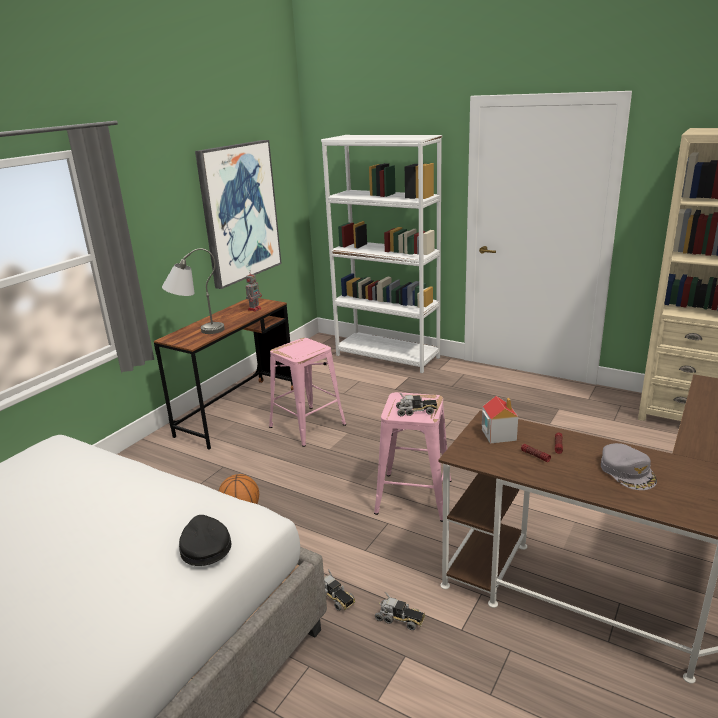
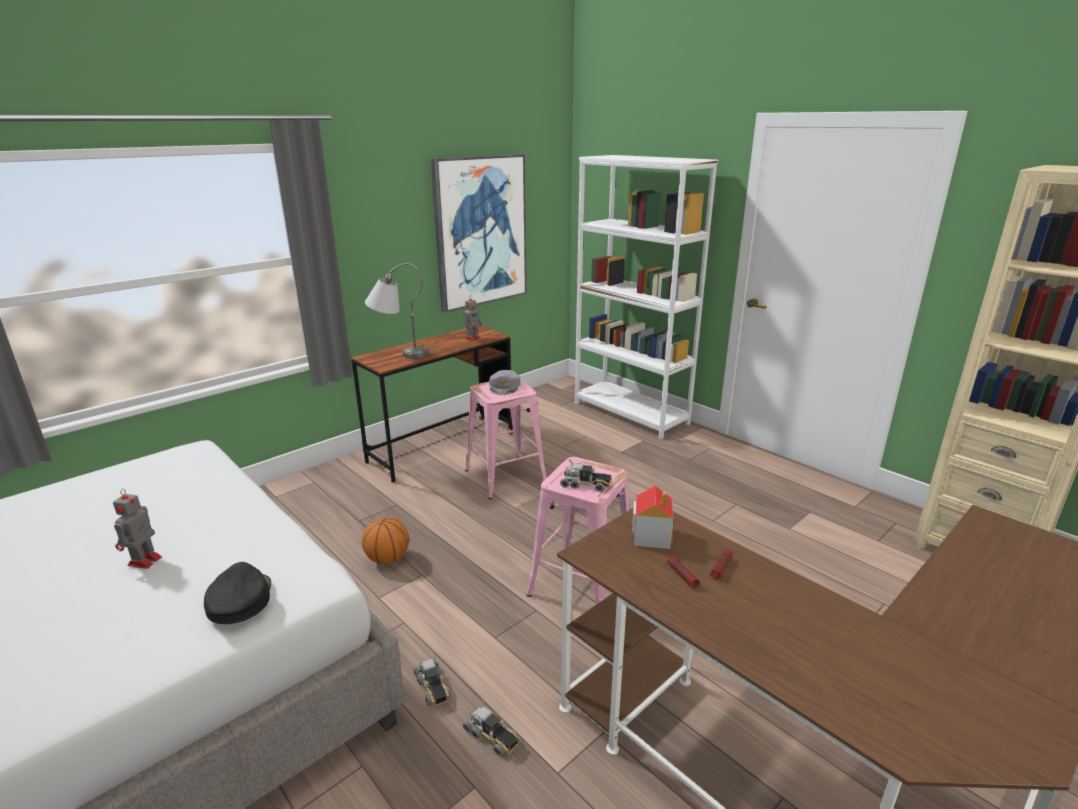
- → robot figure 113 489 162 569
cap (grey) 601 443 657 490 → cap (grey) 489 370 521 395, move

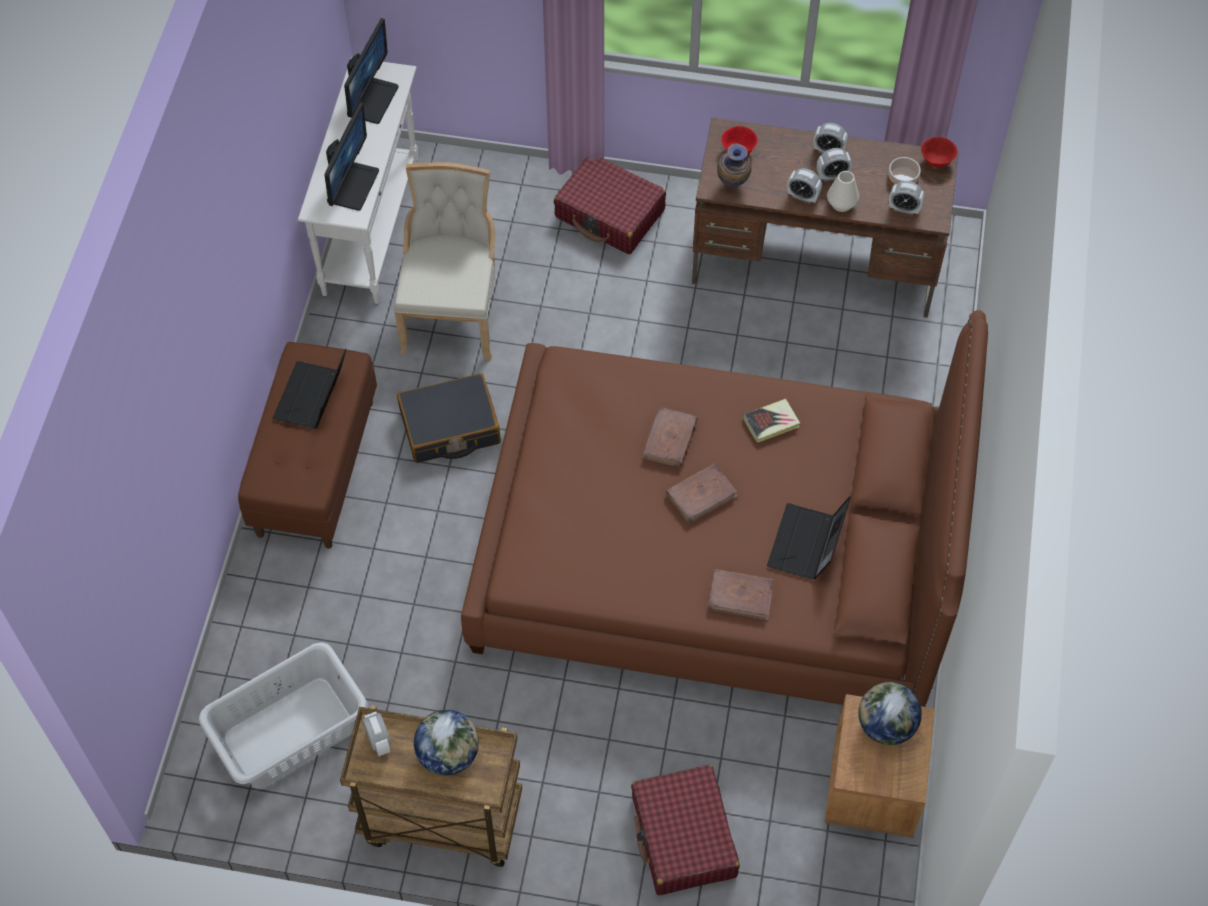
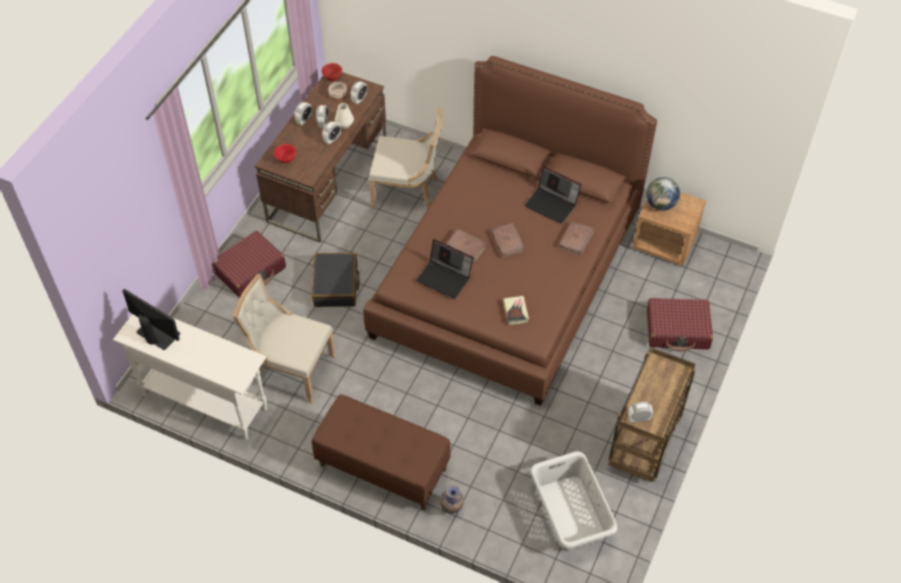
piece of luggage (black-coloured) 397 373 501 463 → piece of luggage (black-coloured) 312 253 360 307, move
- → plain chair (beige-coloured) 369 108 442 209
notebook computer 273 349 346 429 → notebook computer 416 239 473 299, move
decorative vase 717 143 752 187 → decorative vase 440 486 464 514, move
book 743 398 800 443 → book 503 296 529 325, move
computer display 324 102 379 211 → -
desk globe 414 710 479 775 → -

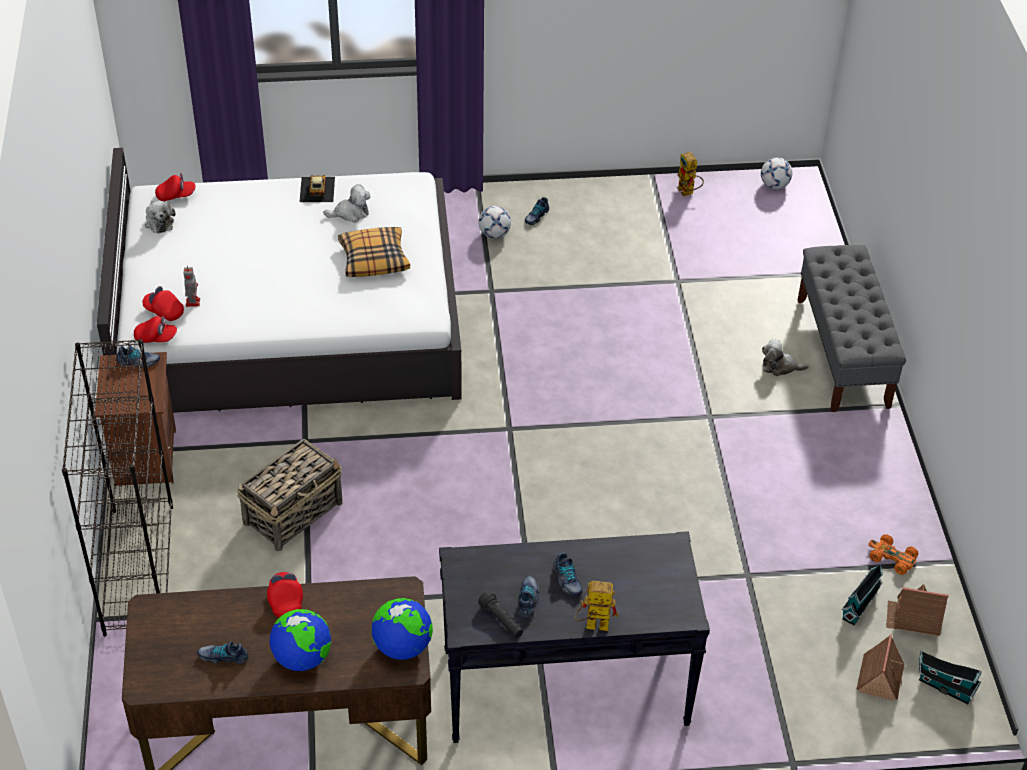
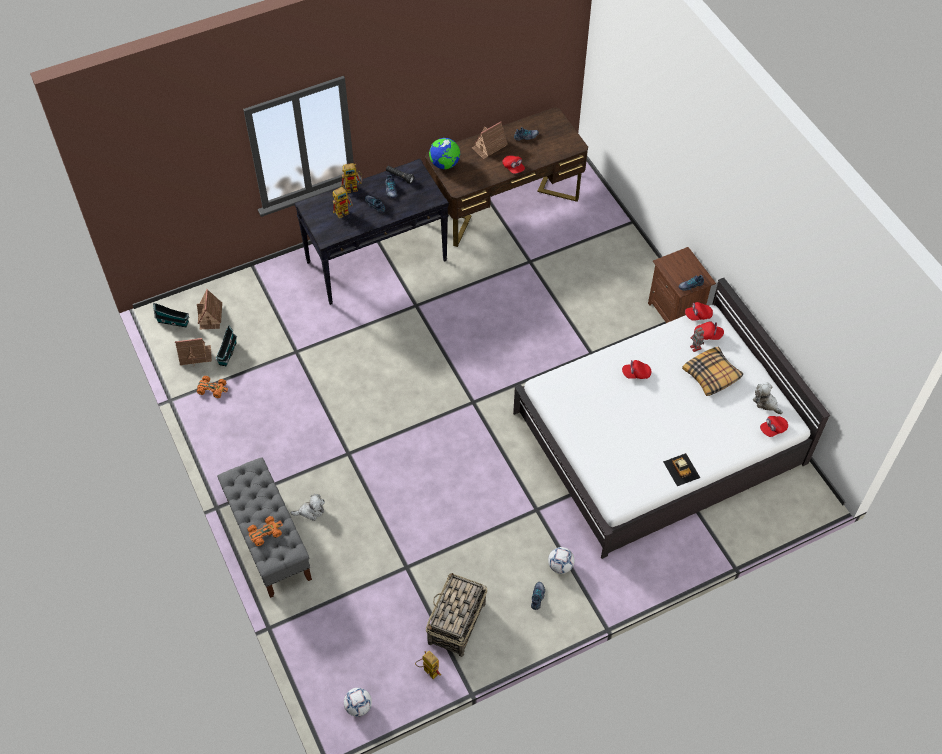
- → toy car (orangey) 248 516 283 546
- → robot figure 332 187 353 219
household basket 237 439 343 551 → household basket 426 573 487 657, move
desk globe 269 609 331 671 → toy house 472 121 508 159
- → cap (red) 622 360 651 379
pillow 338 227 410 277 → pillow 682 346 743 396, move
bookshelf (black-coloured) 62 339 173 637 → -
plush toy 323 184 371 223 → -

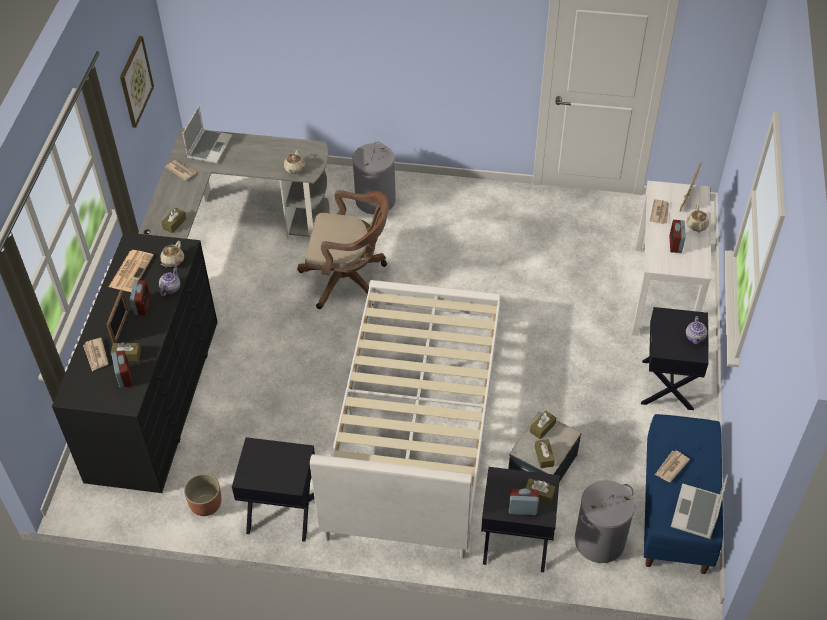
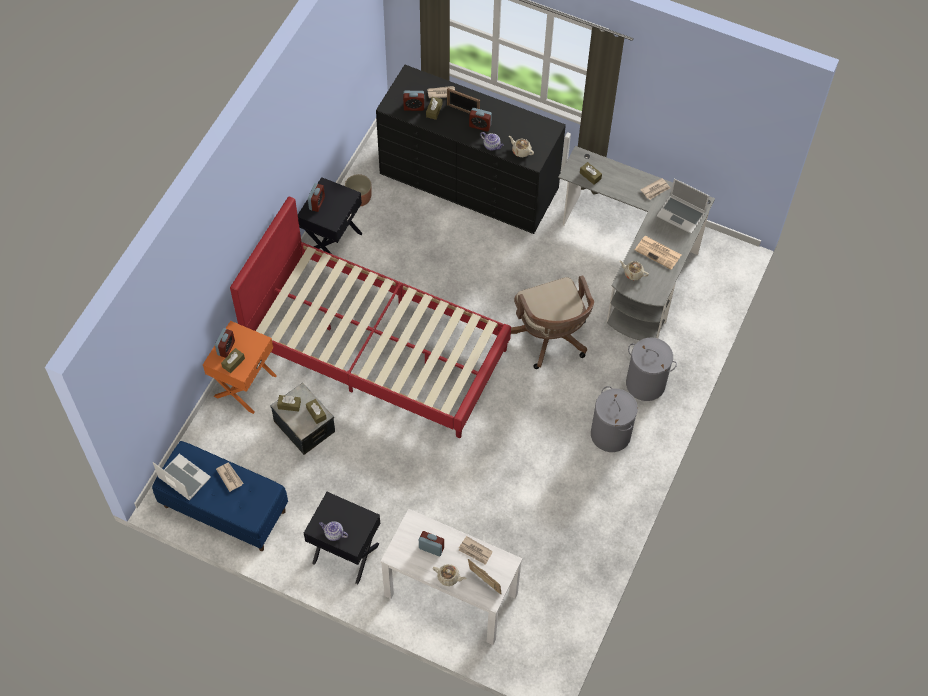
night table (black-coloured) 481 467 560 572 → night table (orangey) 203 321 277 414
bedroom bed (white) 310 280 501 558 → bedroom bed (red) 230 196 511 438
- → table clock 308 183 325 212
office chair (brown-coloured) 297 190 389 309 → office chair (brown-coloured) 511 275 594 369, 45 degrees counterclockwise
laundry basket (grey) 575 480 635 563 → laundry basket (grey) 591 386 638 452, move
newspaper 109 250 154 292 → newspaper 635 236 681 270, move
wall art 120 36 154 128 → -

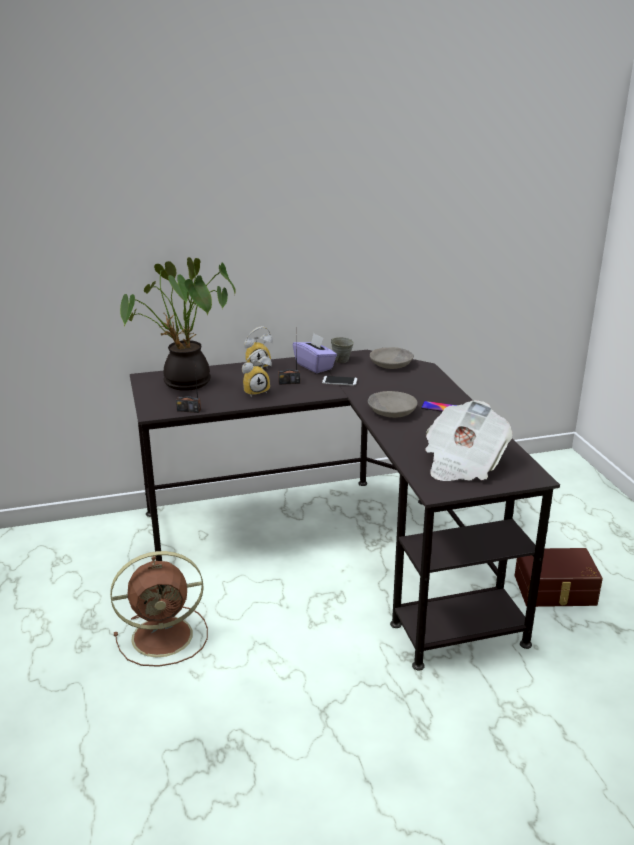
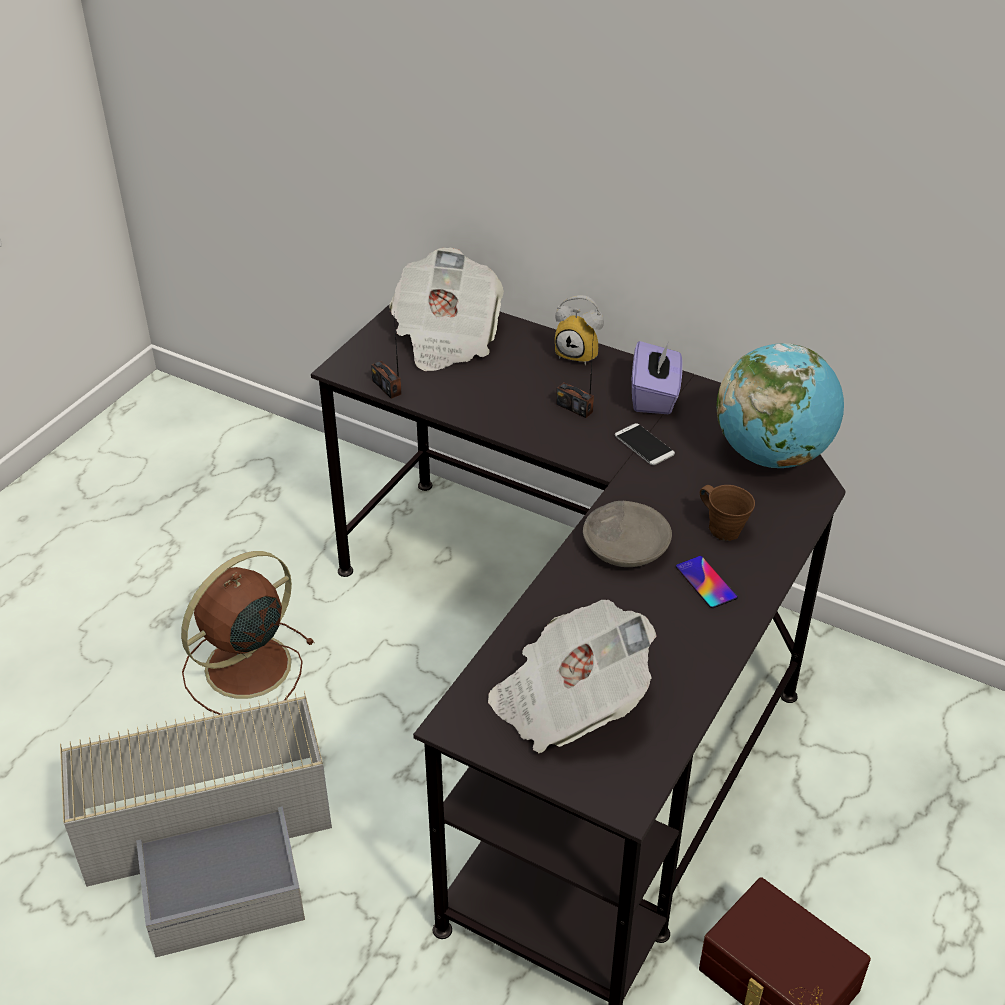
- → storage box (grey) 60 690 332 957
fan (brown-coloured) 110 551 208 667 → fan (brown-coloured) 181 551 315 715, 105 degrees clockwise
plant in a pot 120 257 236 391 → newspaper 389 248 504 371
- → tea mug (brown-coloured) 700 485 755 541
bowl (grey) 370 347 414 369 → desk globe 717 343 844 468
table clock 242 349 272 397 → -
tea mug (grey) 331 337 354 363 → -

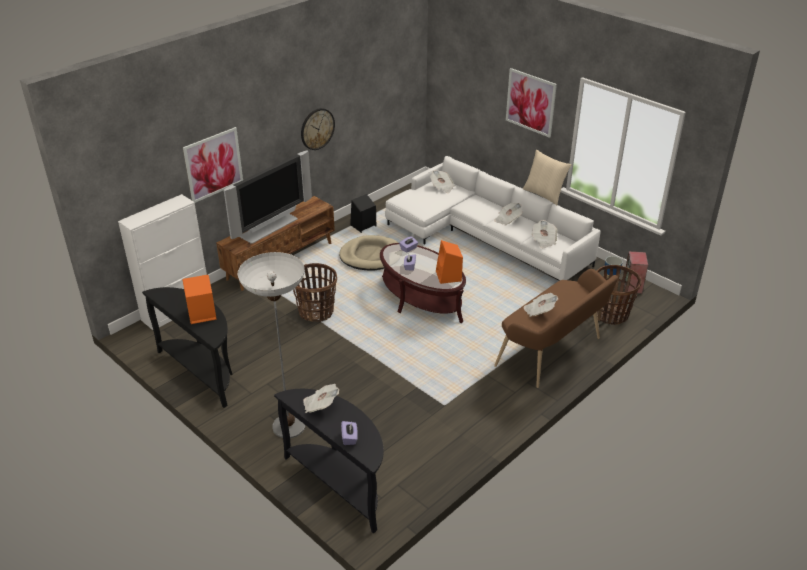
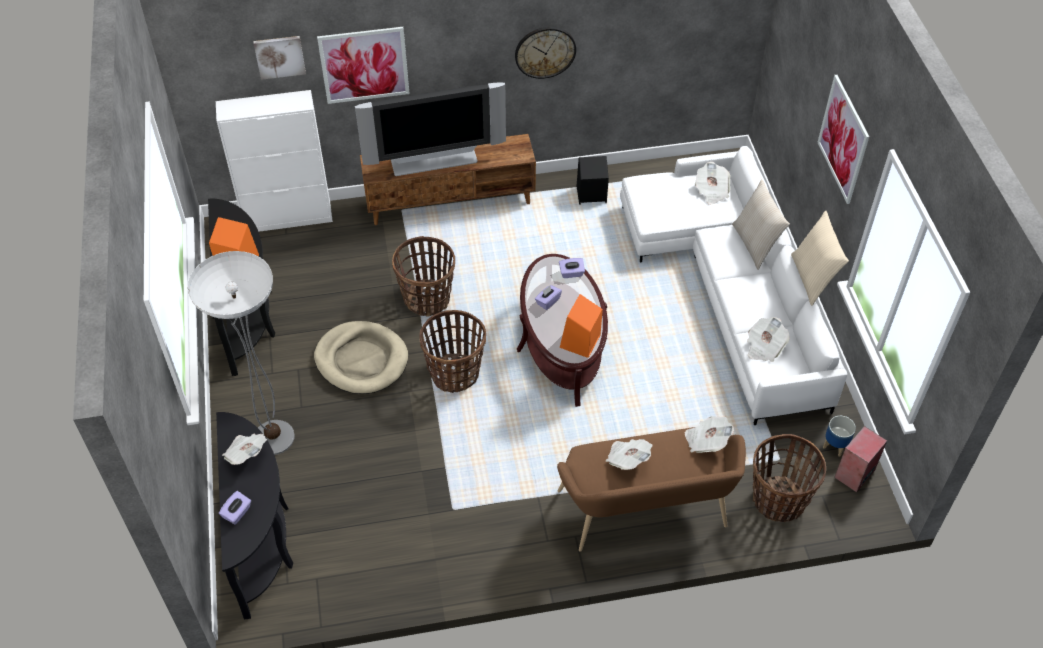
- → wall art 253 36 306 80
dog bed (beige-coloured) 339 235 398 270 → dog bed (beige-coloured) 314 321 408 394, move
- → household basket 419 310 486 393
newspaper 494 203 522 225 → newspaper 684 416 734 453, move
- → pillow (beige-coloured) 732 179 790 270

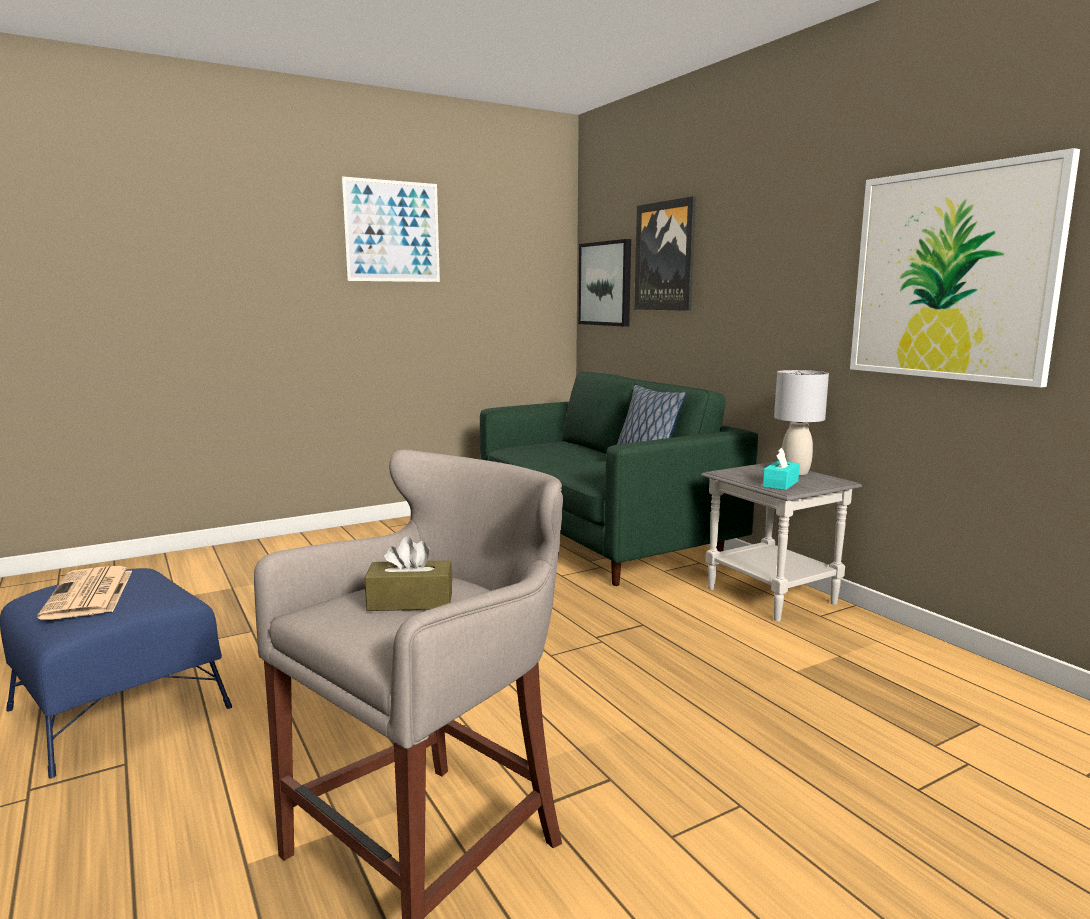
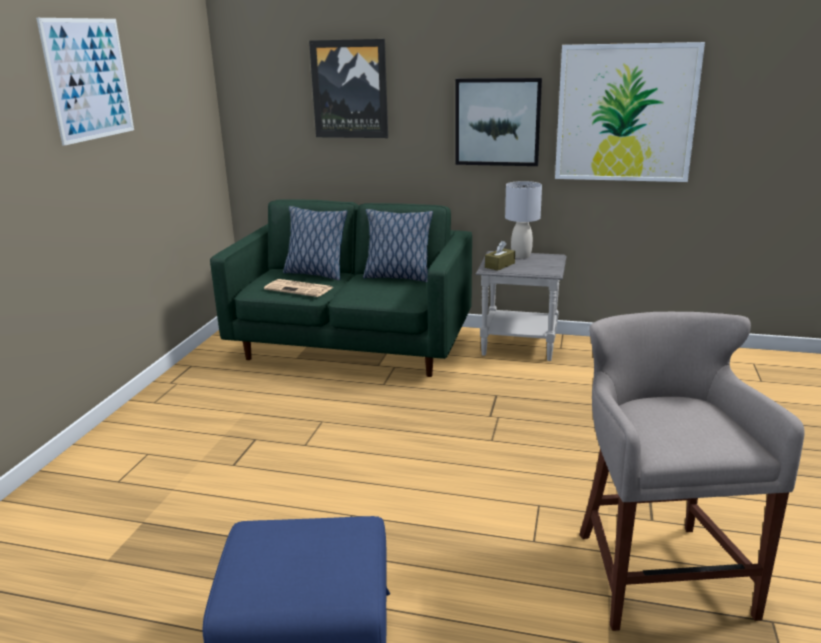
newspaper 37 566 132 620 → newspaper 264 279 333 297, move
- → pillow 283 206 348 280
wall art 578 239 631 326 → wall art 455 78 542 166, move
tissue holder (brown-coloured) 365 536 453 611 → tissue holder (brown-coloured) 485 241 515 271, move
tissue holder (blue-green) 763 448 800 490 → -

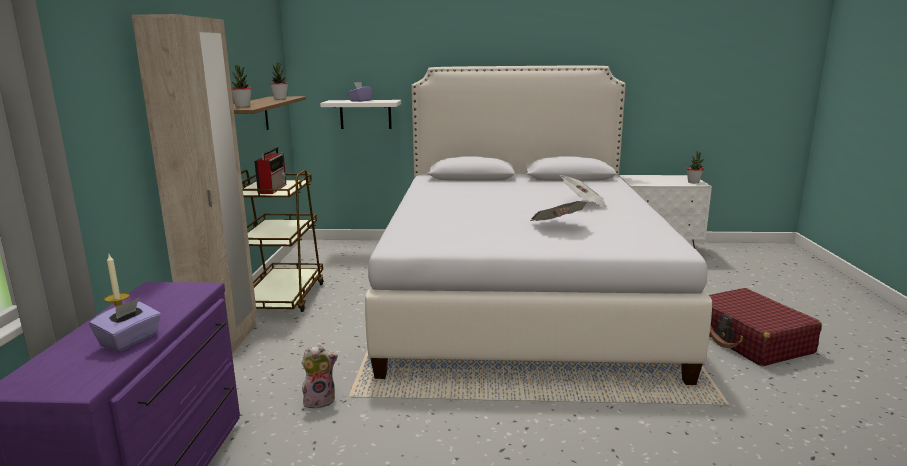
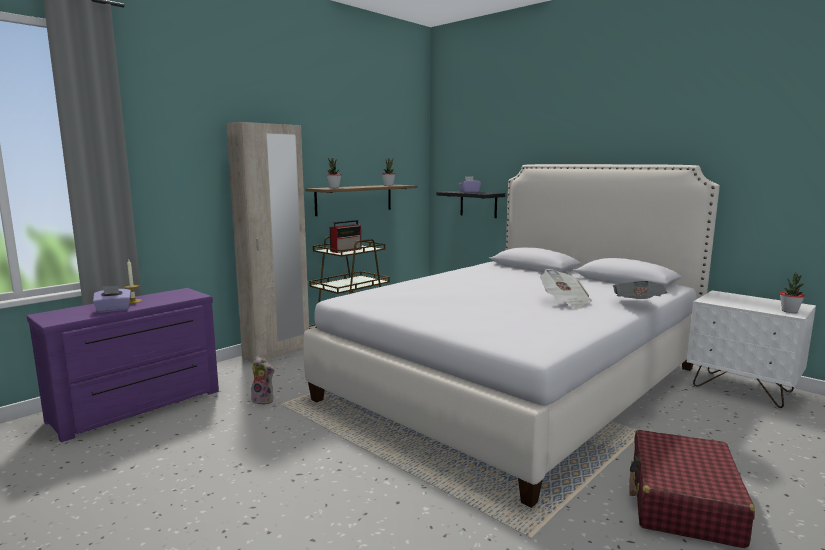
shelf (white) 320 100 401 129 → shelf (black-coloured) 437 191 505 218
newspaper 530 201 587 221 → newspaper 613 281 667 299, move

